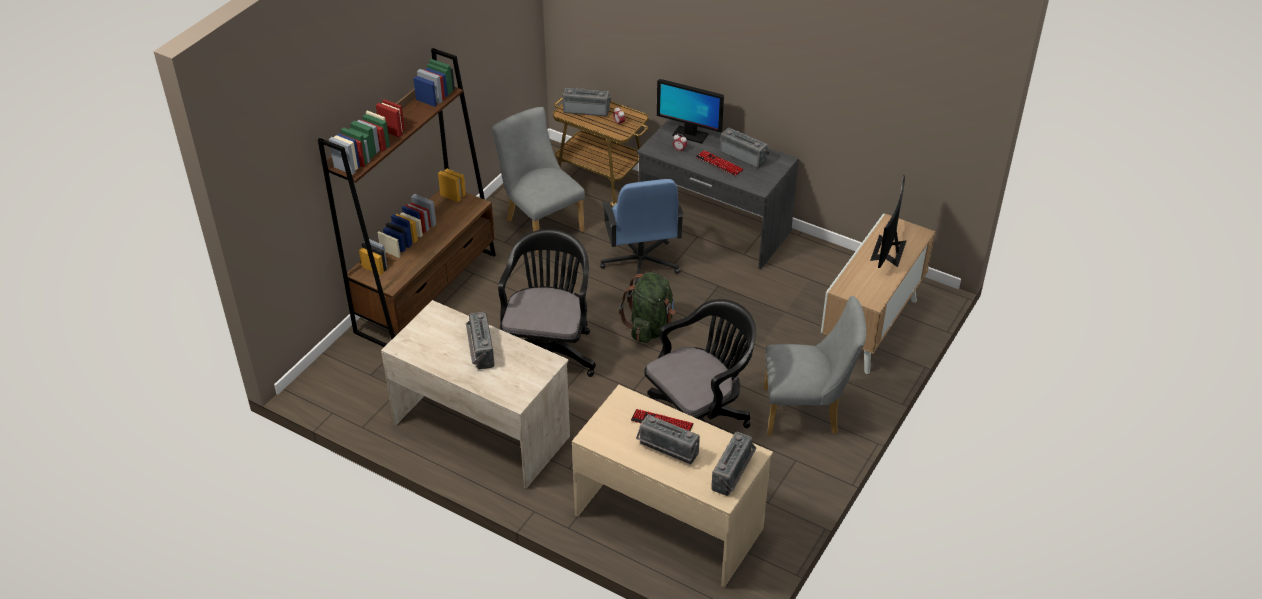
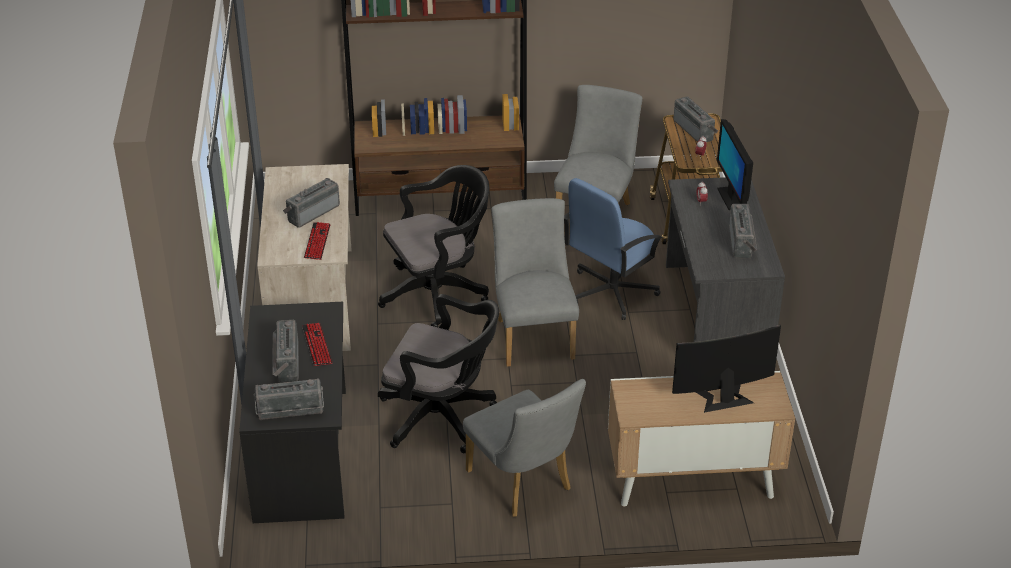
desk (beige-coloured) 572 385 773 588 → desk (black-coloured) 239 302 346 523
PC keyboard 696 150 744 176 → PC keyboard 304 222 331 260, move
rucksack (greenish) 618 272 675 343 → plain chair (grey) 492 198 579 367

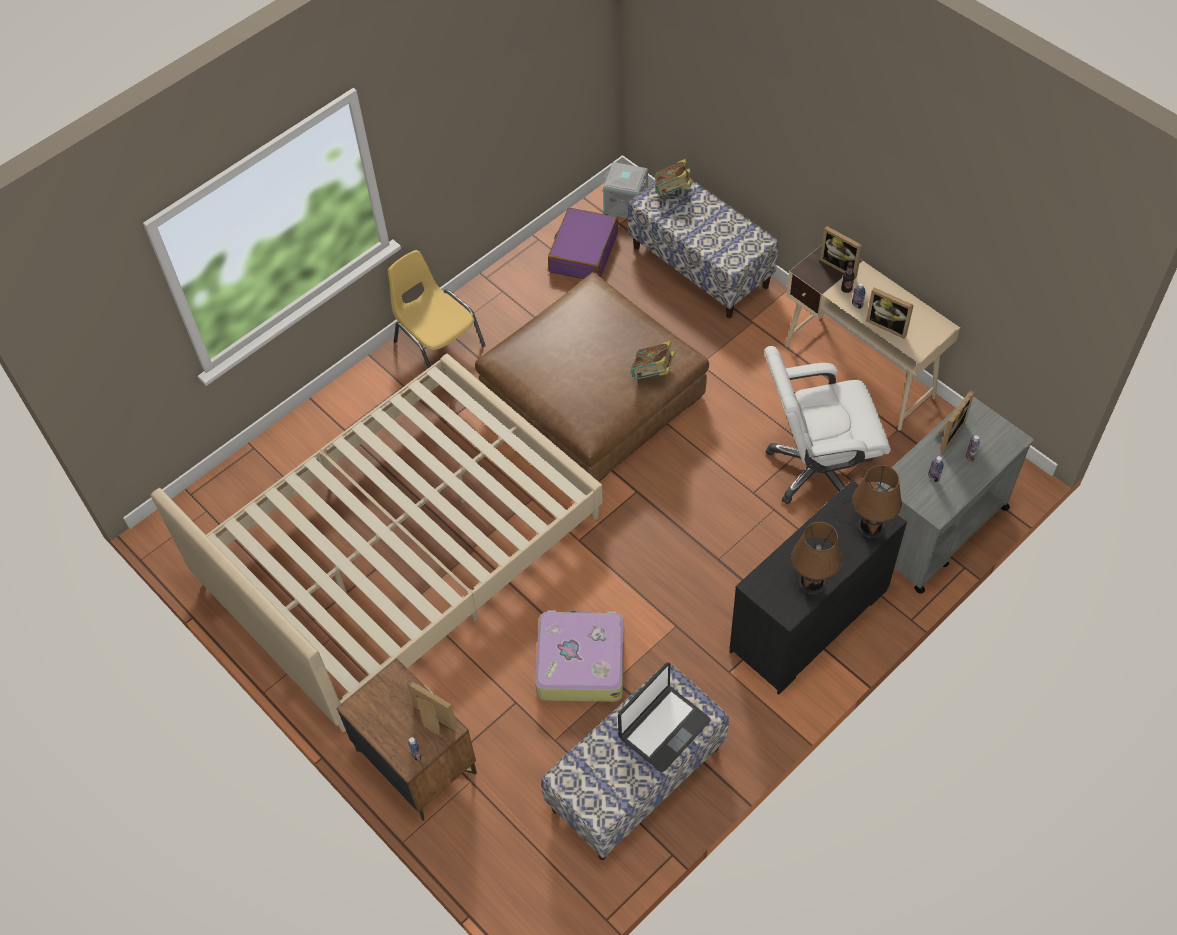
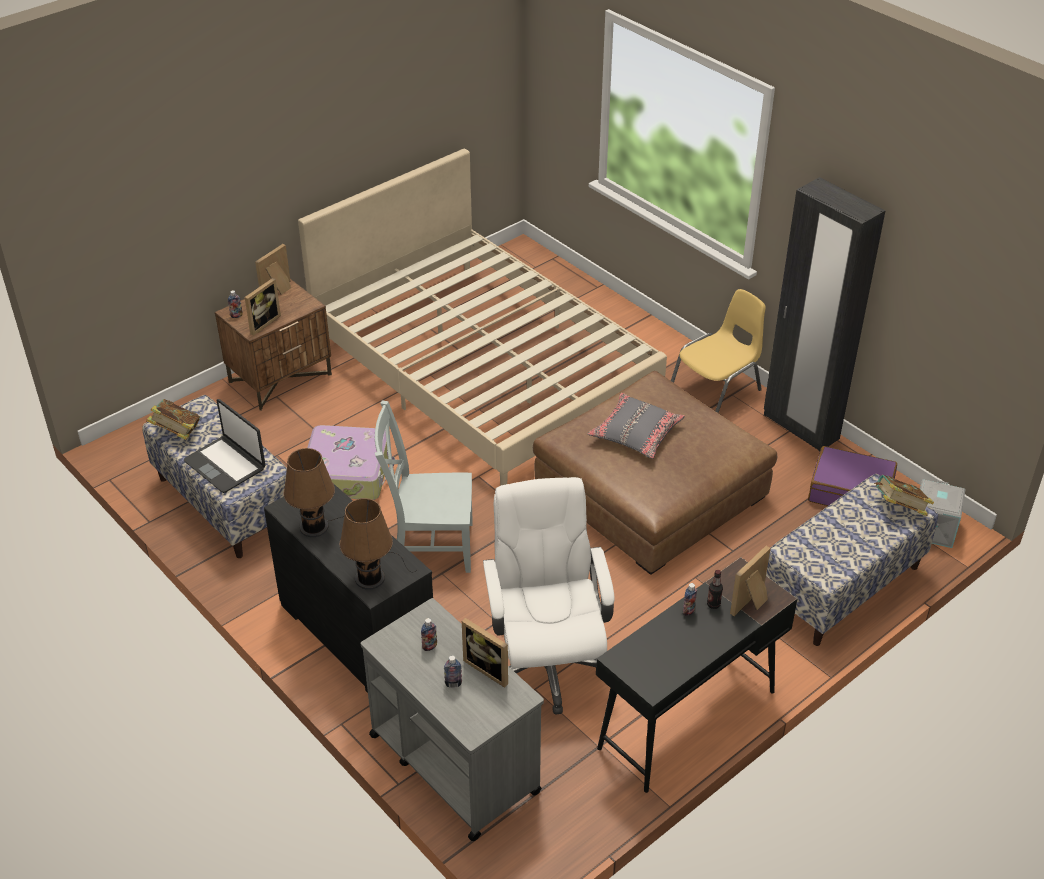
book 631 341 675 380 → book 146 399 200 440, move
photo frame 866 288 914 339 → photo frame 255 244 291 295, move
- → plain chair (grey) 375 400 473 573
- → pillow (grey) 588 393 685 459
desk (beige-coloured) 785 245 960 430 → desk (black-coloured) 596 557 797 793
- → armoire (black-coloured) 764 177 885 452

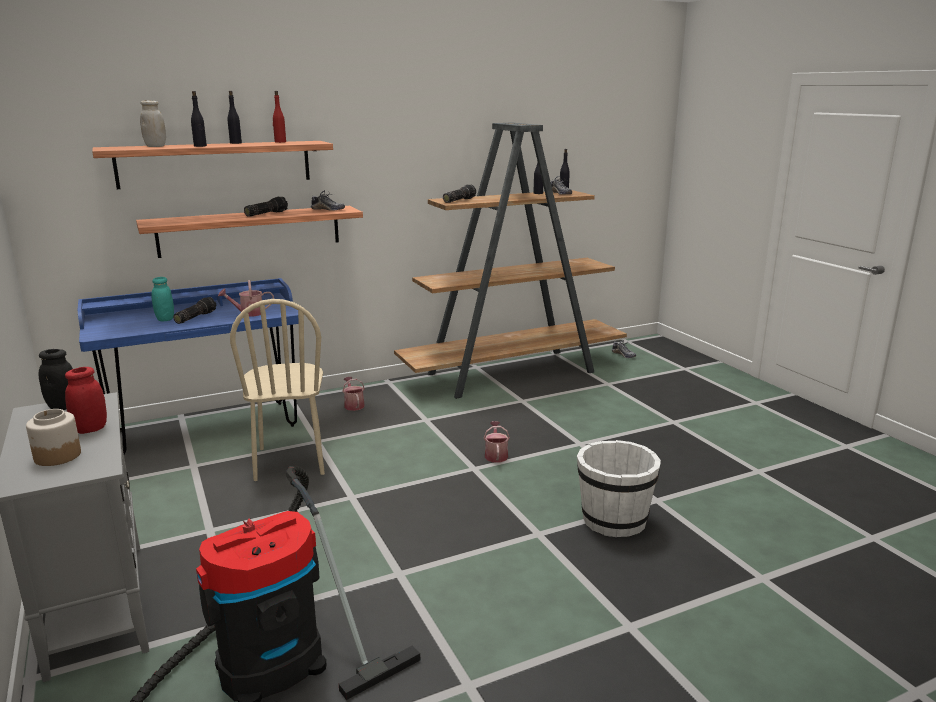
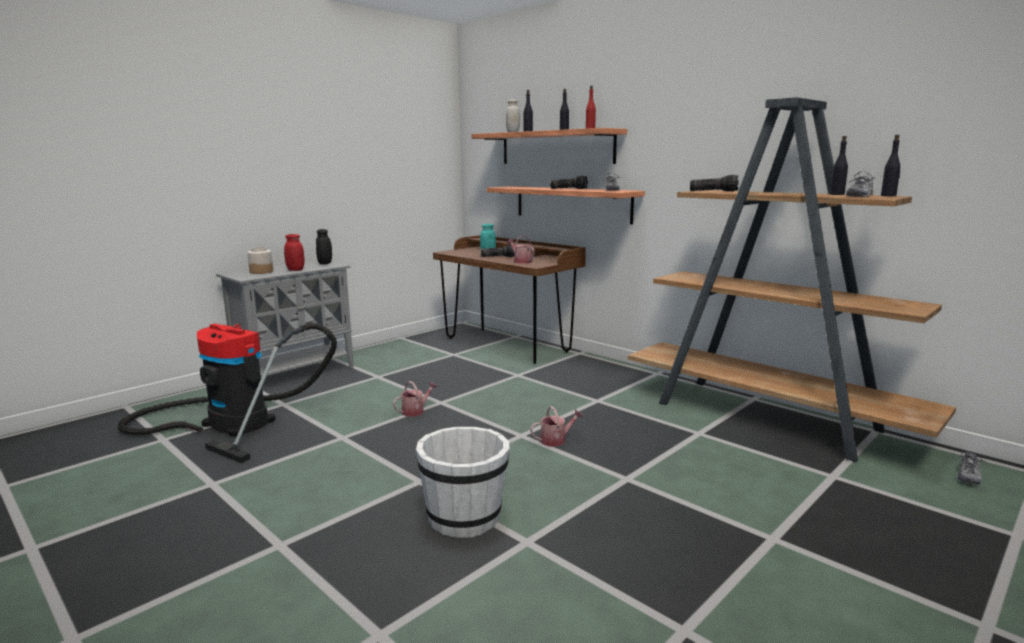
watering pot 342 377 365 411 → watering pot 393 381 437 417, move
desk (blue-coloured) 78 278 299 454 → desk (brown-coloured) 433 235 586 364
plain chair (beige-coloured) 230 299 325 481 → -

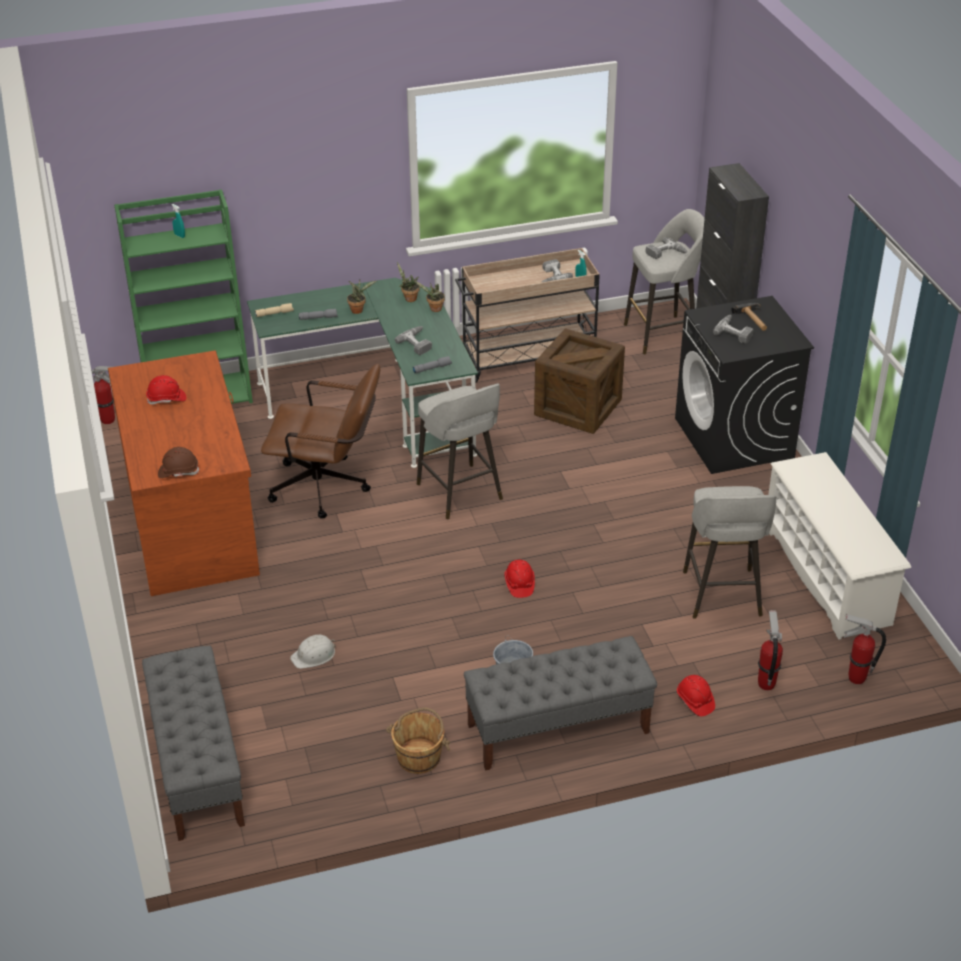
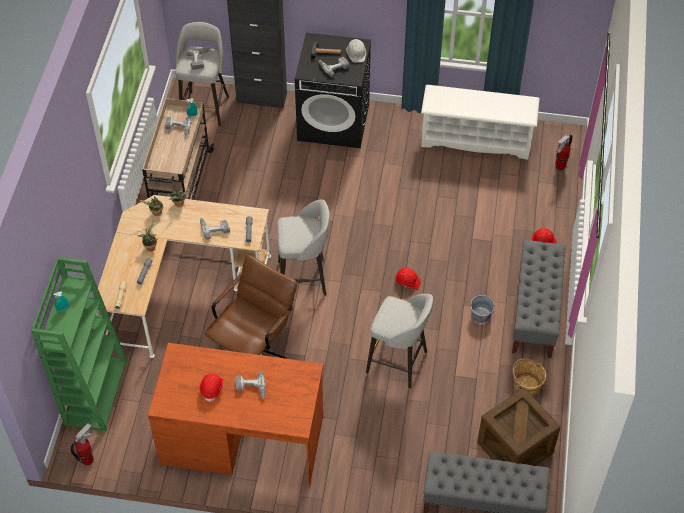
desk (greenish) 247 278 478 468 → desk (beige-coloured) 96 195 271 358
- → electric drill 235 372 265 398
hard hat (white) 290 635 335 669 → hard hat (white) 347 39 366 63, move
sitting stool (grey) 683 486 777 619 → sitting stool (grey) 366 294 433 388, move
crate 534 328 625 434 → crate 477 388 560 466, move
hard hat (brown-coloured) 158 447 200 478 → -
fire-fighting cylinder 758 610 783 690 → -

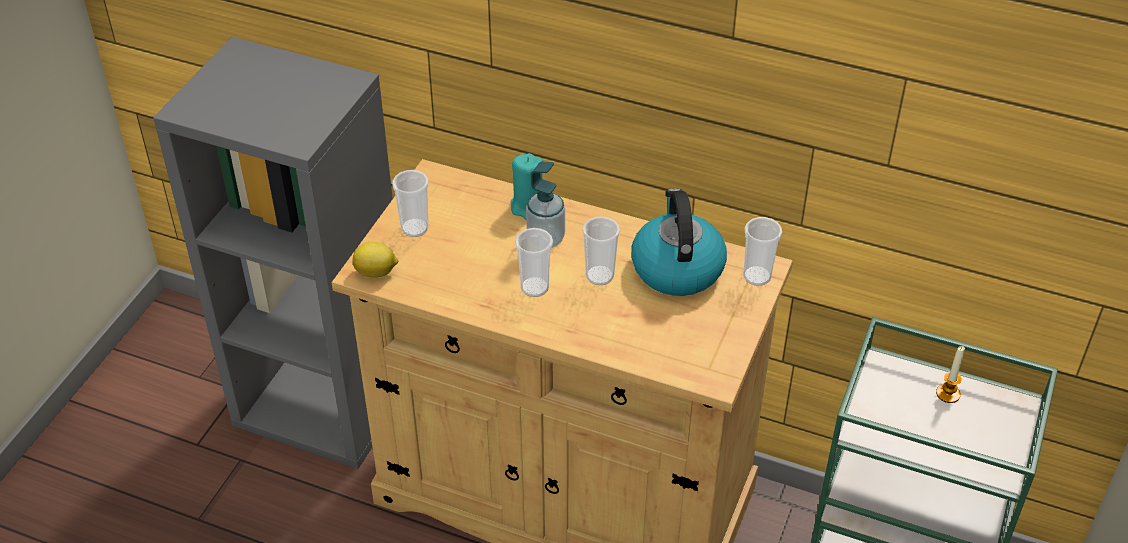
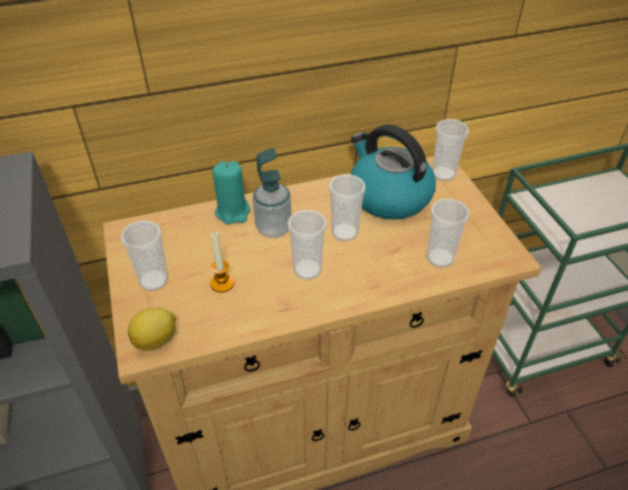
candle 936 346 965 403 → candle 210 231 235 293, move
- → cup 427 199 470 268

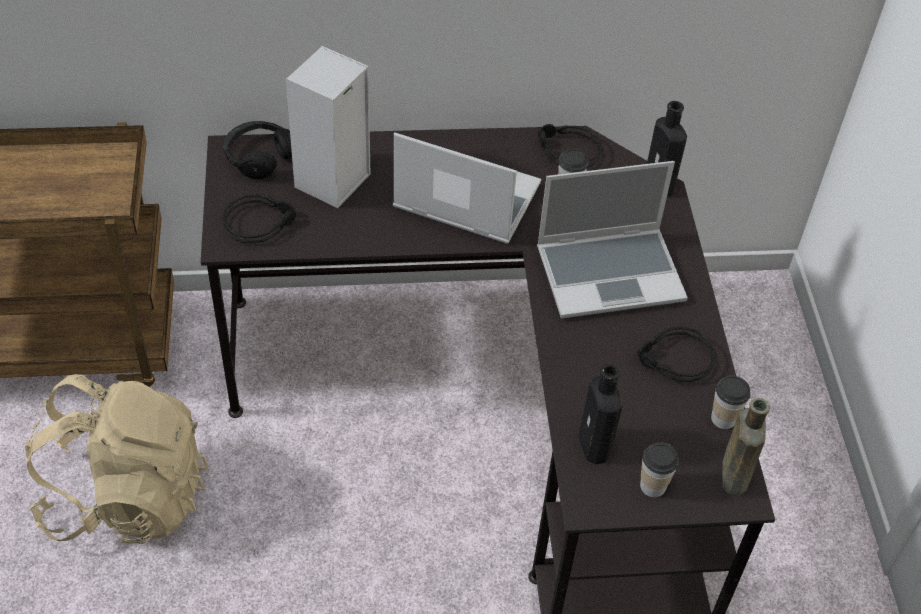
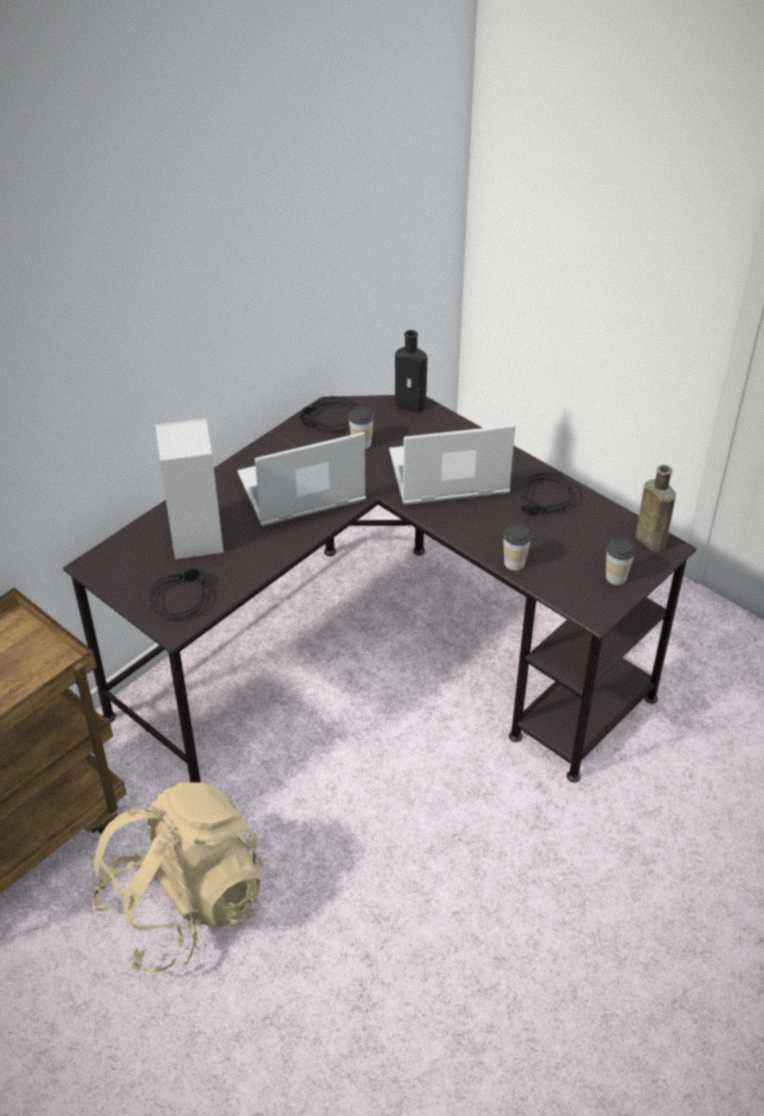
notebook computer 537 161 688 319 → notebook computer 389 425 516 505, 135 degrees counterclockwise
cup 711 376 751 429 → cup 503 524 531 571, move
pair of headphones (black-coloured) 223 121 292 179 → -
drink bottle (black-coloured) 579 364 622 464 → -

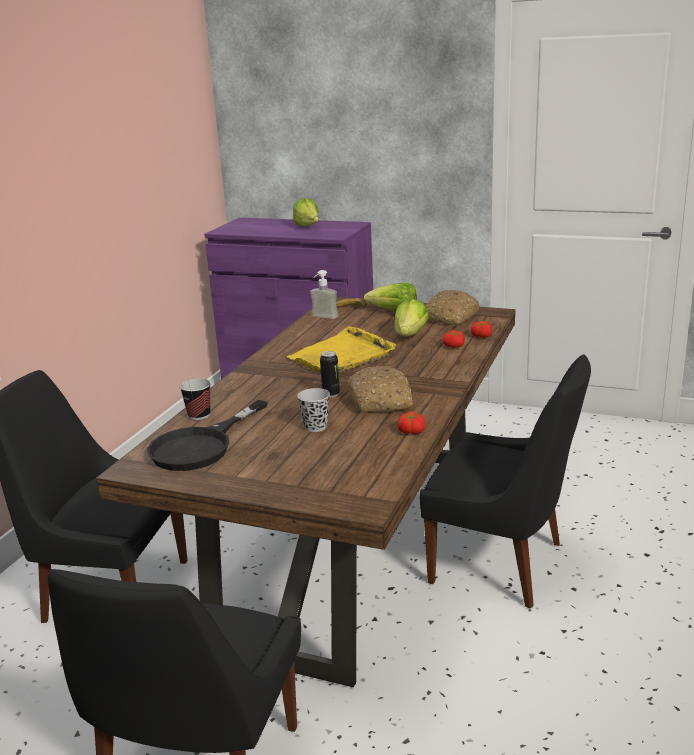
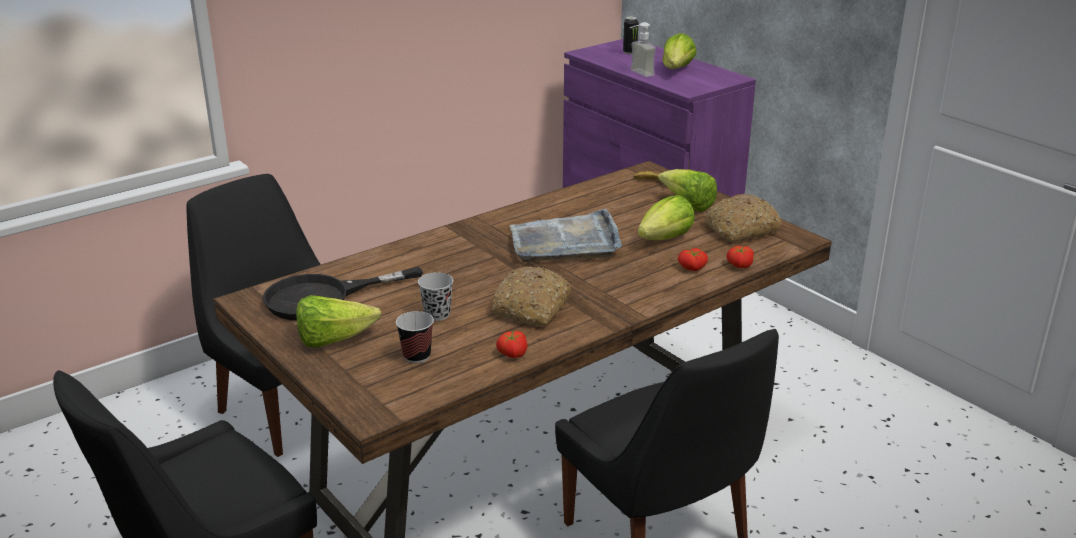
- → head of lettuce 296 295 381 348
cup 180 378 211 420 → cup 396 311 434 363, move
tray (yellowish) 286 326 396 373 → tray (grey) 510 208 622 262
can 320 351 340 397 → can 623 16 638 54, move
soap dispenser 310 270 338 319 → soap dispenser 630 22 656 77, move

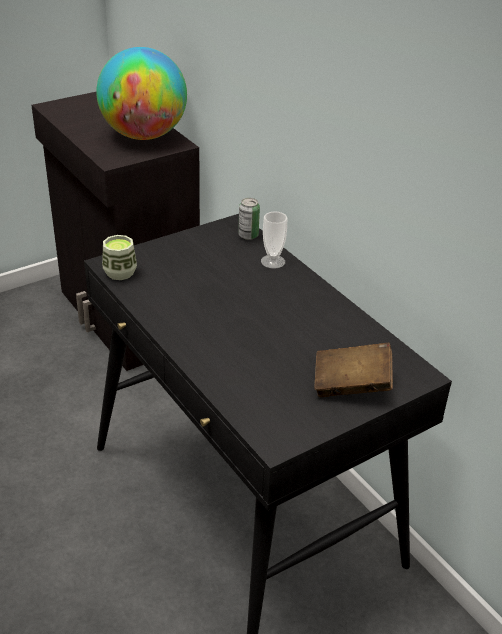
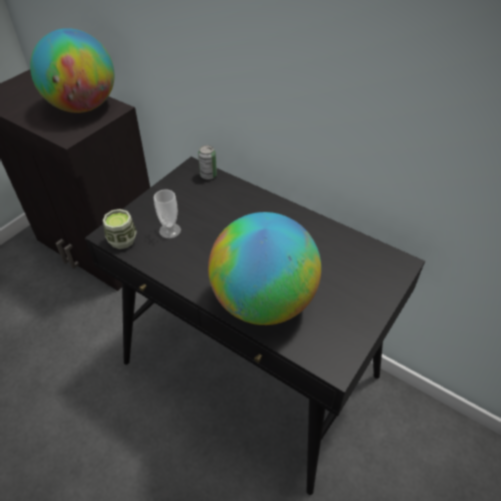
cup 261 211 287 269 → cup 153 189 181 238, move
- → desk globe 208 212 321 325
book (brown-coloured) 314 343 393 397 → -

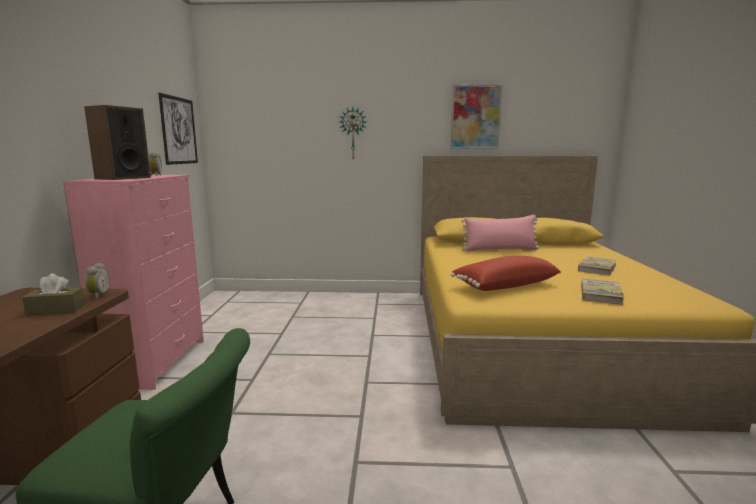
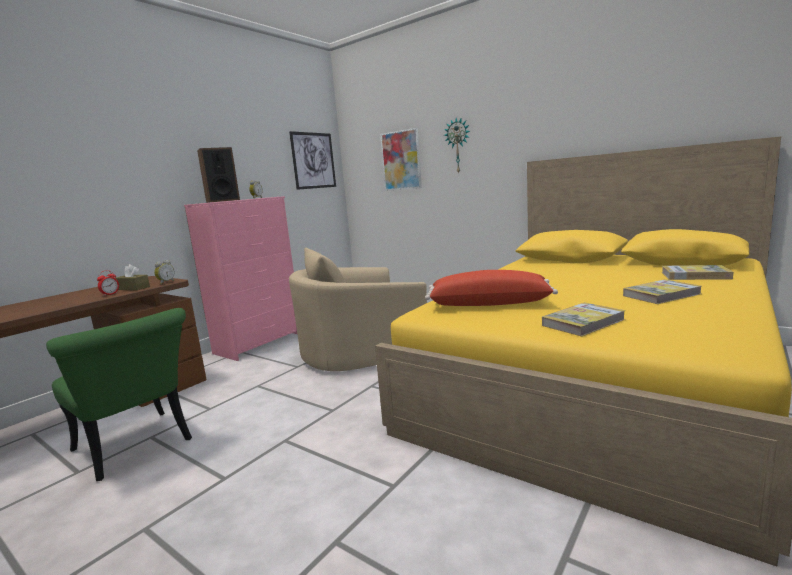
- → table clock 97 270 119 296
- → lounge chair (beige-coloured) 289 248 427 371
wall art 451 84 502 149 → wall art 380 128 422 191, move
- → book 662 265 733 280
pillow (pinkish) 461 215 539 251 → -

